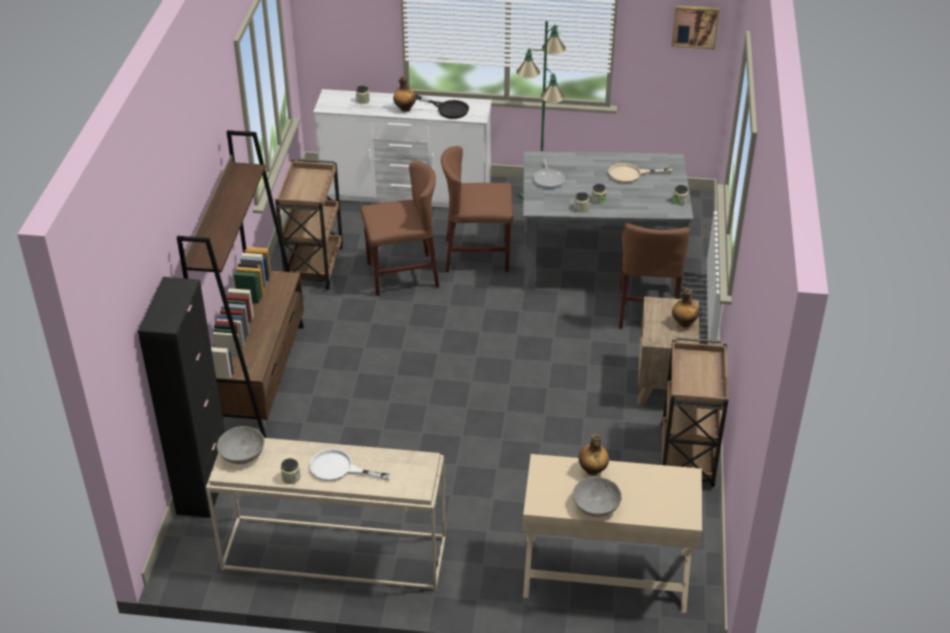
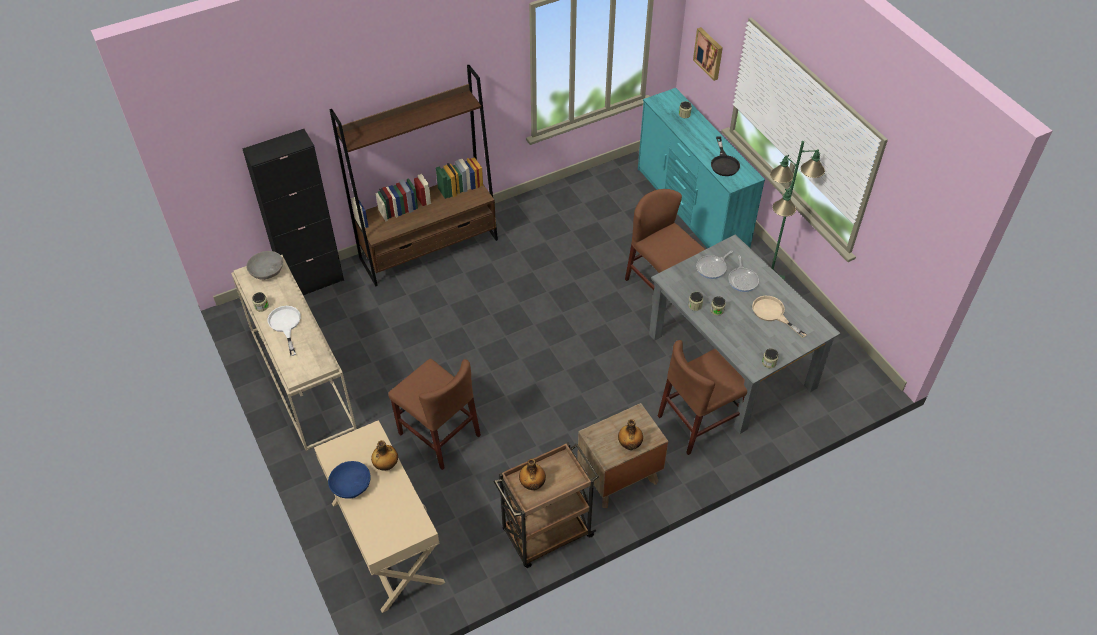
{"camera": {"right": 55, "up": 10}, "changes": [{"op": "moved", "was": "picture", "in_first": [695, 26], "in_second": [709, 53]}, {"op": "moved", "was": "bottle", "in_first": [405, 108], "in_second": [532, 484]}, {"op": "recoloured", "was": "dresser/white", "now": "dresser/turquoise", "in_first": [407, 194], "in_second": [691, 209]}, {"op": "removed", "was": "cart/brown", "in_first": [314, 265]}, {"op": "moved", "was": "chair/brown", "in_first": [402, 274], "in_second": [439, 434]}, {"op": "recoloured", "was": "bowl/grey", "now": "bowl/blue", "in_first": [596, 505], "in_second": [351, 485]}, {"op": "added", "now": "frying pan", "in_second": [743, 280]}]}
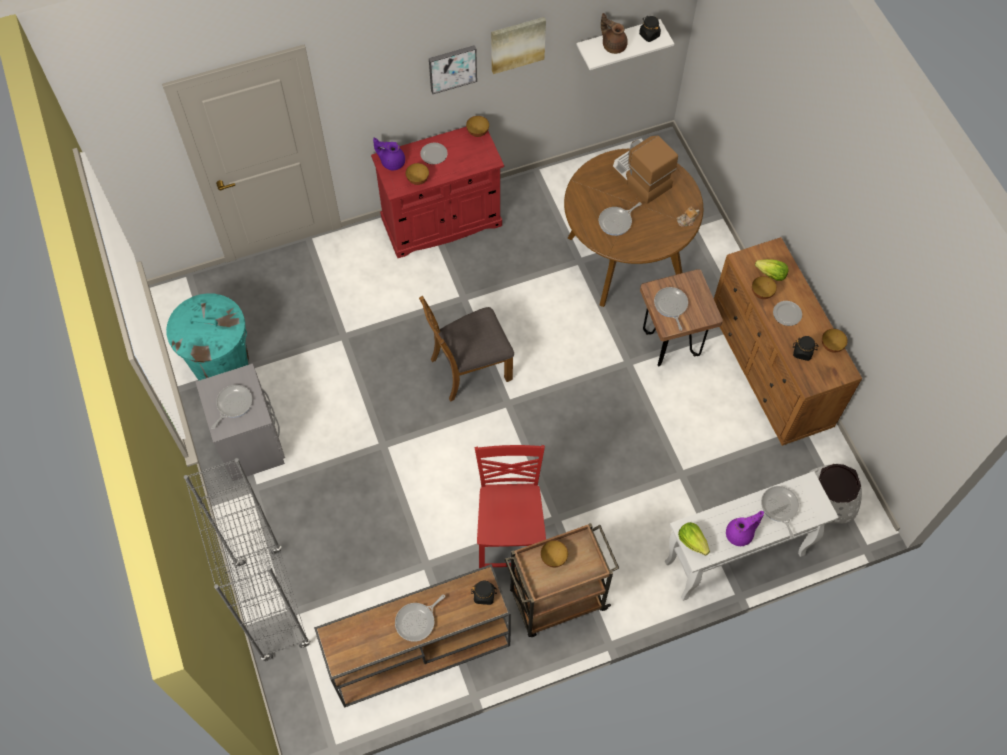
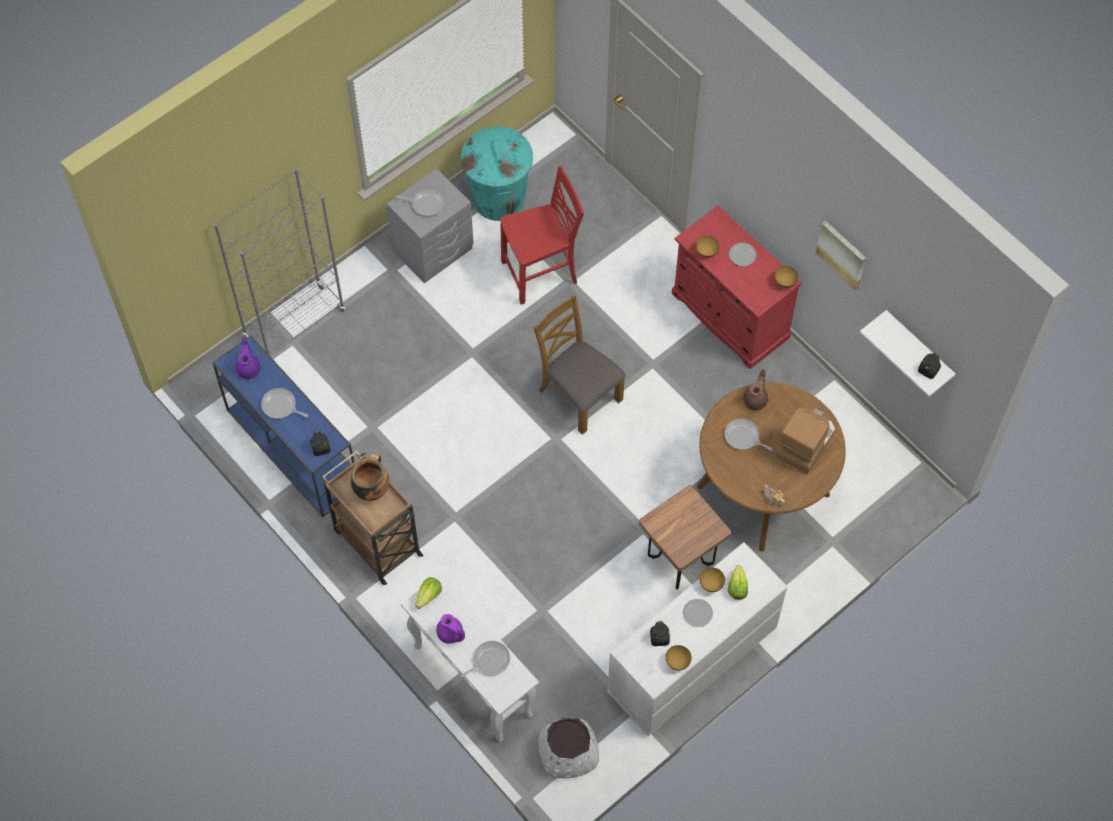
{"camera": {"right": 70, "up": 0}, "changes": [{"op": "moved", "was": "teapot/brown", "in_first": [613, 45], "in_second": [756, 399]}, {"op": "removed", "was": "picture", "in_first": [452, 68]}, {"op": "moved", "was": "teapot/purple", "in_first": [392, 162], "in_second": [249, 368]}, {"op": "recoloured", "was": "dresser/brown", "now": "dresser/white", "in_first": [770, 369], "in_second": [691, 661]}, {"op": "removed", "was": "frying pan", "in_first": [670, 306]}, {"op": "moved", "was": "chair/red", "in_first": [509, 540], "in_second": [541, 273]}, {"op": "replaced", "was": "bowl", "now": "cooking pot", "in_first": [553, 558], "in_second": [371, 489]}, {"op": "recoloured", "was": "console table/brown", "now": "console table/blue", "in_first": [418, 653], "in_second": [291, 448]}]}
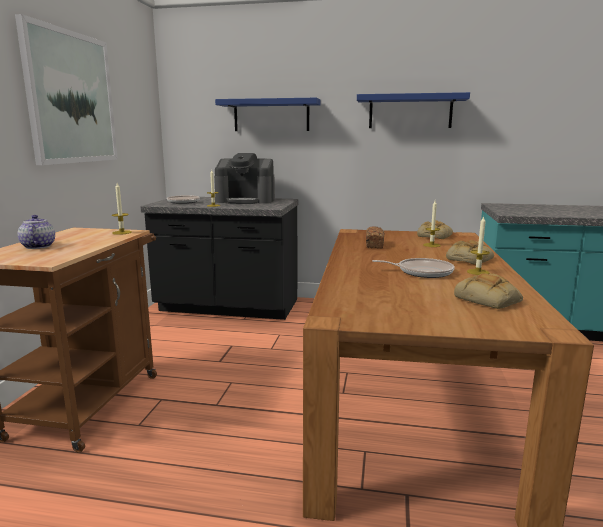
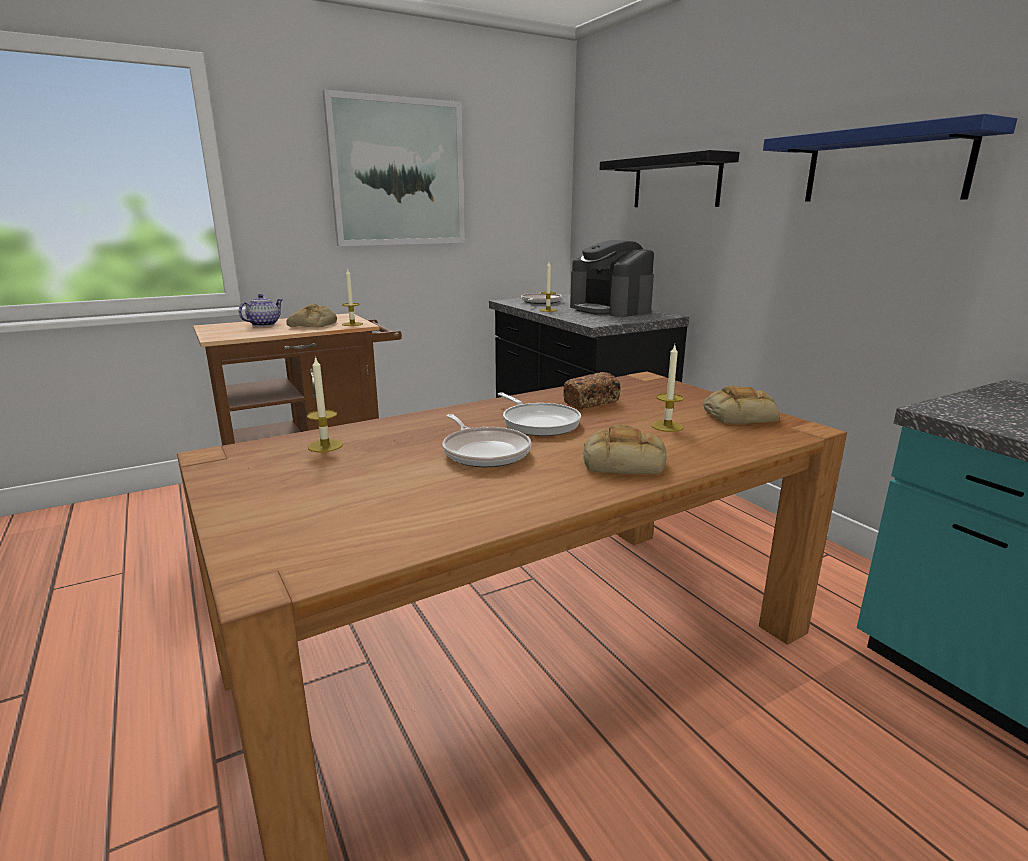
{"camera": {"right": 50, "up": 5}, "changes": [{"op": "recoloured", "was": "shelf/blue", "now": "shelf/black", "in_first": [271, 115], "in_second": [676, 182]}, {"op": "moved", "was": "candle", "in_first": [478, 272], "in_second": [325, 446]}, {"op": "moved", "was": "bread", "in_first": [489, 299], "in_second": [313, 325]}, {"op": "added", "now": "frying pan", "in_second": [538, 423]}]}
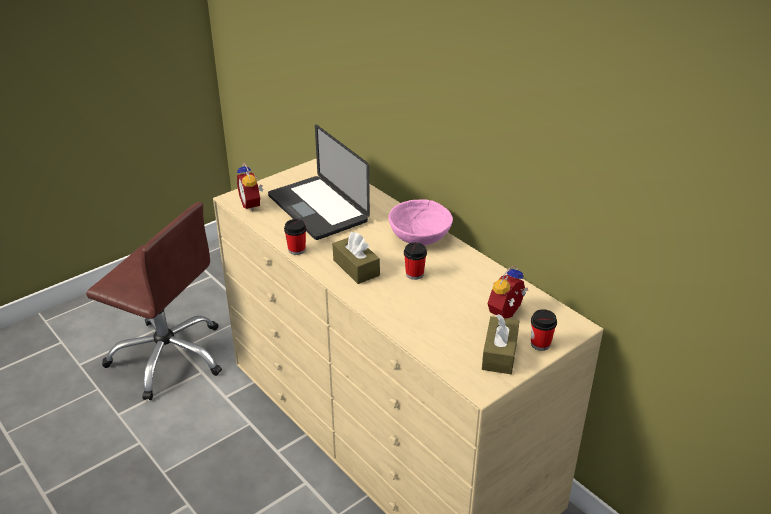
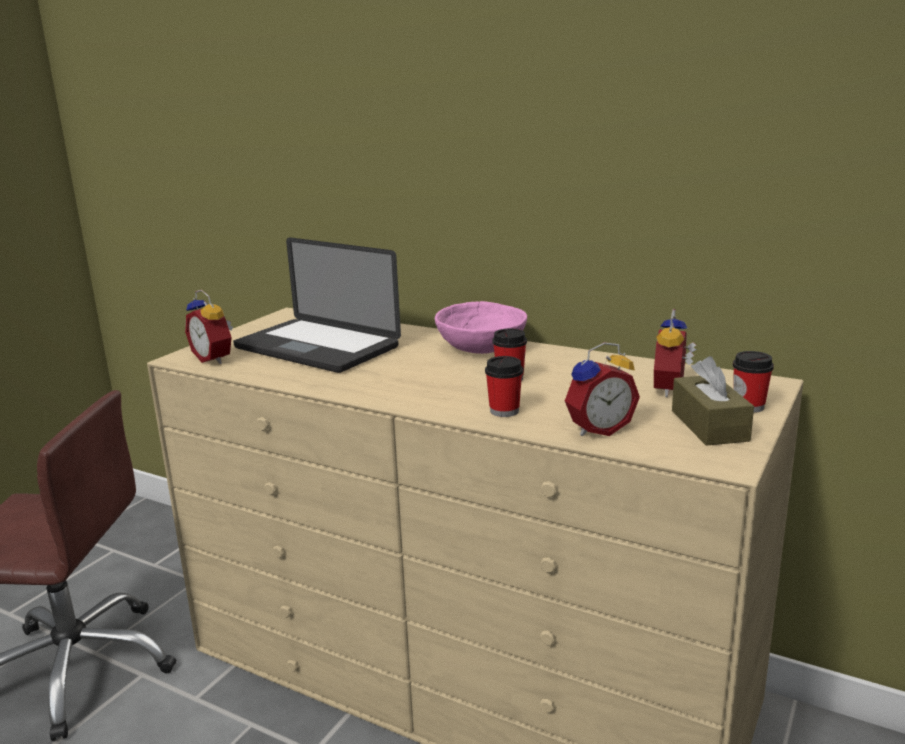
{"camera": {"right": -20, "up": -15}, "changes": [{"op": "moved", "was": "cup", "in_first": [296, 250], "in_second": [504, 411]}, {"op": "removed", "was": "tissue box/brown", "in_first": [356, 267]}, {"op": "added", "now": "alarm clock", "in_second": [598, 429]}]}
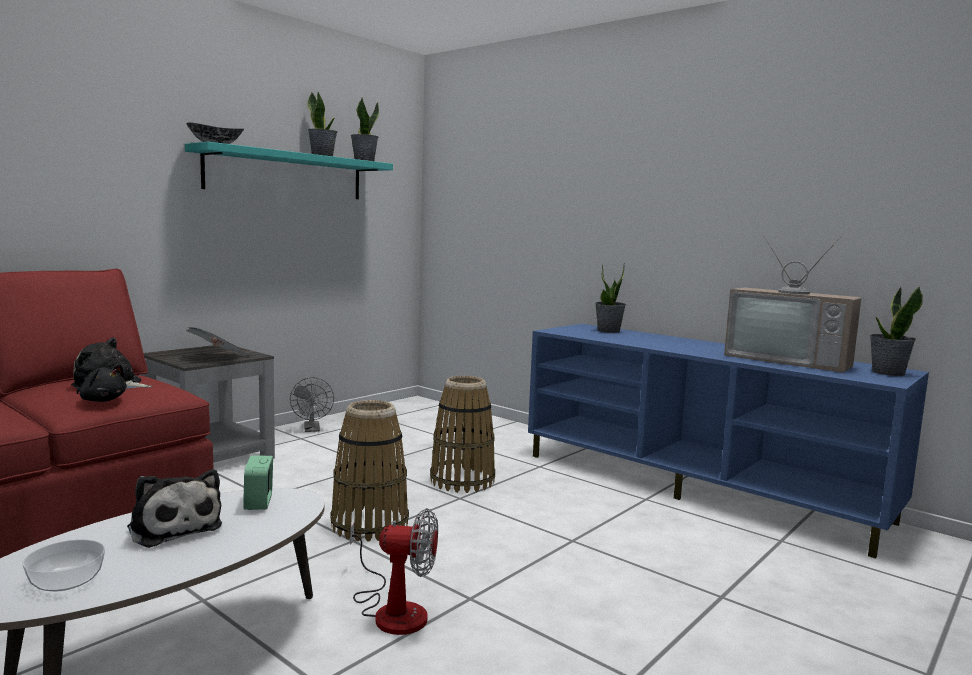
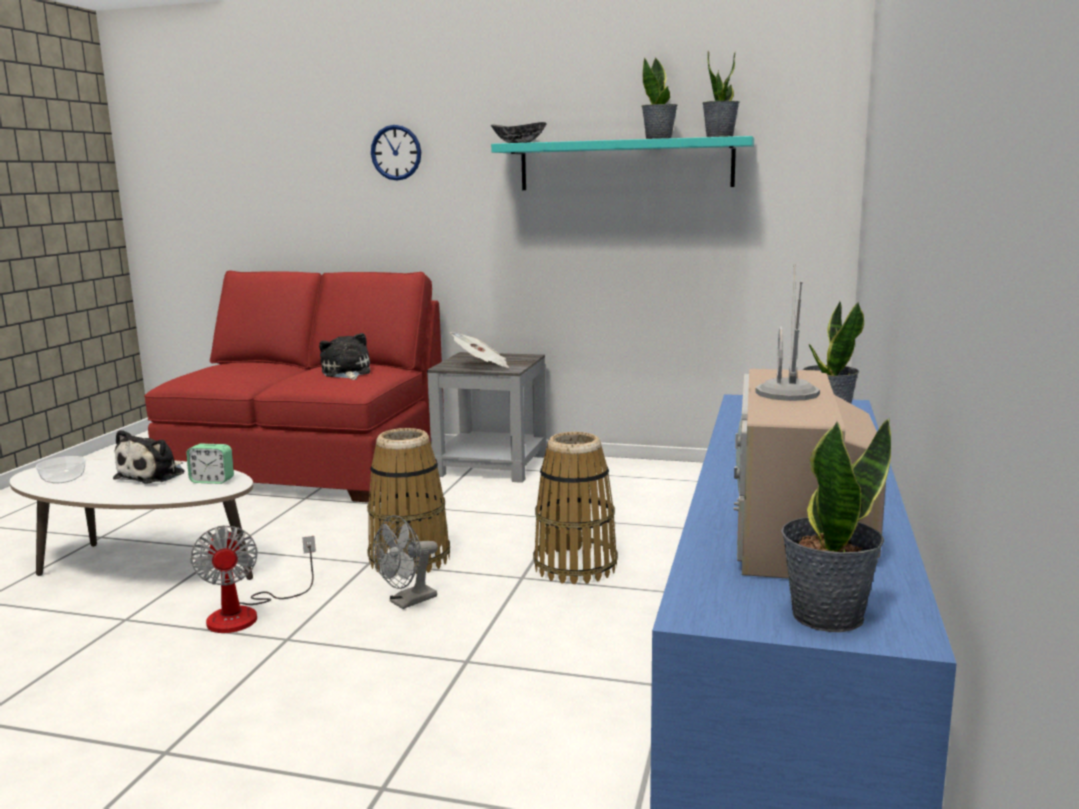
{"camera": {"right": 65, "up": 5}, "changes": [{"op": "removed", "was": "plush toy/black", "in_first": [102, 400]}, {"op": "moved", "was": "fan/grey", "in_first": [312, 429], "in_second": [407, 602]}, {"op": "turned", "was": "alarm clock", "in_first": [259, 503], "in_second": [212, 480], "clockwise": -135}, {"op": "added", "now": "wall clock", "in_second": [396, 152]}]}
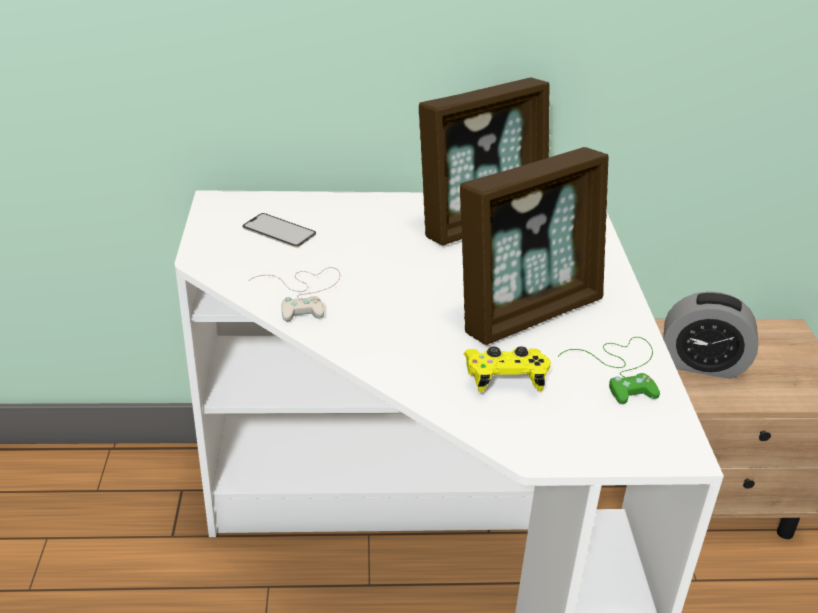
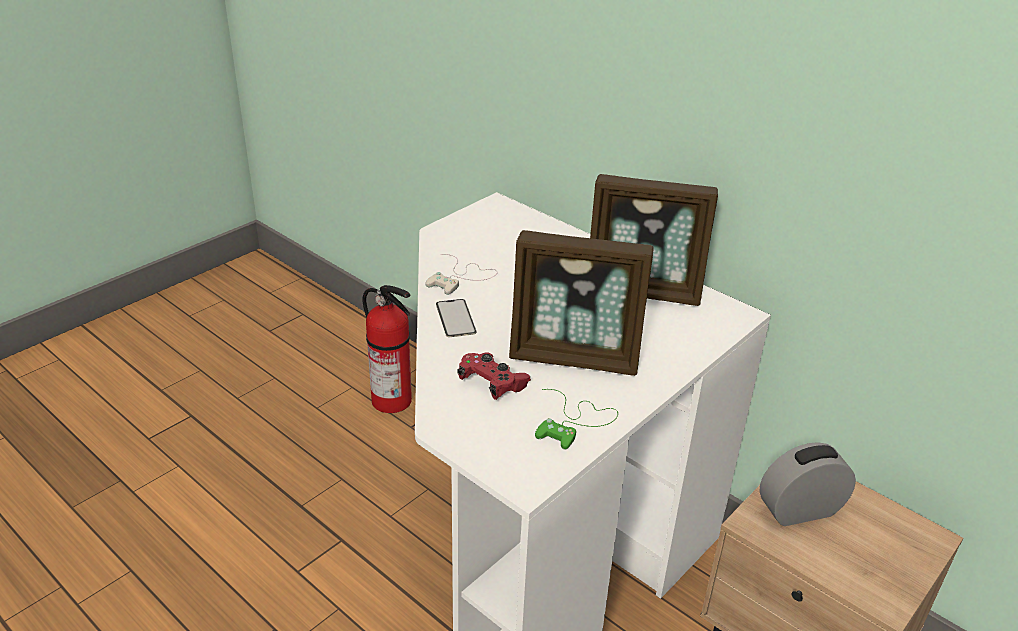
{"camera": {"right": 45, "up": 0}, "changes": [{"op": "moved", "was": "phone", "in_first": [279, 231], "in_second": [455, 318]}, {"op": "turned", "was": "alarm clock", "in_first": [702, 364], "in_second": [800, 510], "clockwise": 105}, {"op": "recoloured", "was": "game controller/yellow", "now": "game controller/red", "in_first": [505, 379], "in_second": [492, 383]}, {"op": "added", "now": "fire extinguisher", "in_second": [393, 400]}]}
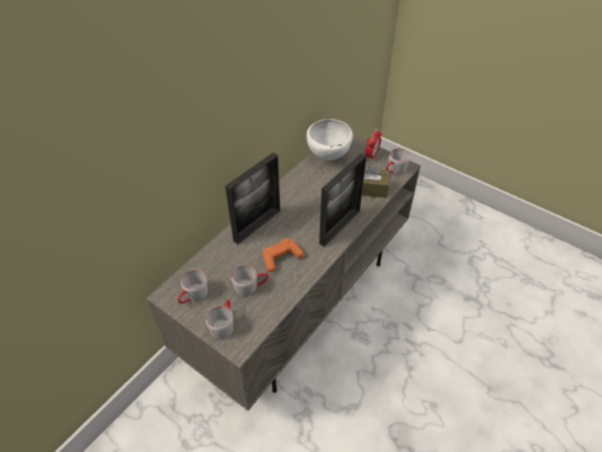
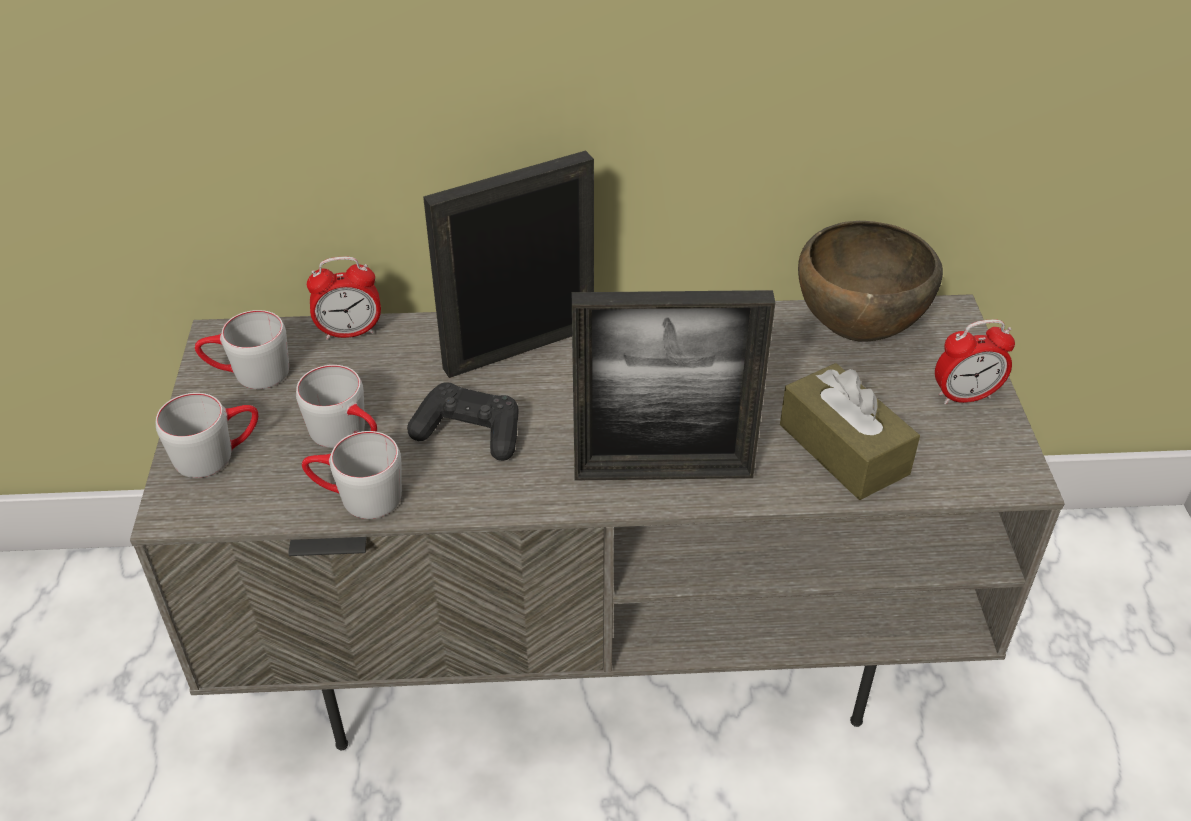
{"camera": {"right": 50, "up": -5}, "changes": [{"op": "recoloured", "was": "bowl/white", "now": "bowl/brown", "in_first": [328, 157], "in_second": [856, 332]}, {"op": "moved", "was": "mug/grey", "in_first": [394, 171], "in_second": [357, 497]}, {"op": "turned", "was": "picture frame", "in_first": [257, 225], "in_second": [519, 348], "clockwise": 150}, {"op": "recoloured", "was": "game controller/orange", "now": "game controller/black", "in_first": [281, 258], "in_second": [469, 433]}, {"op": "added", "now": "alarm clock", "in_second": [350, 332]}]}
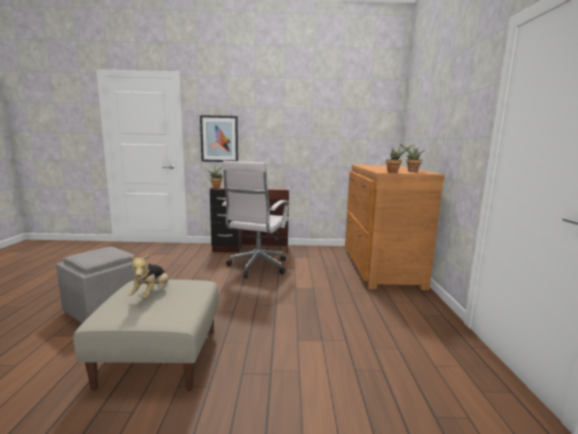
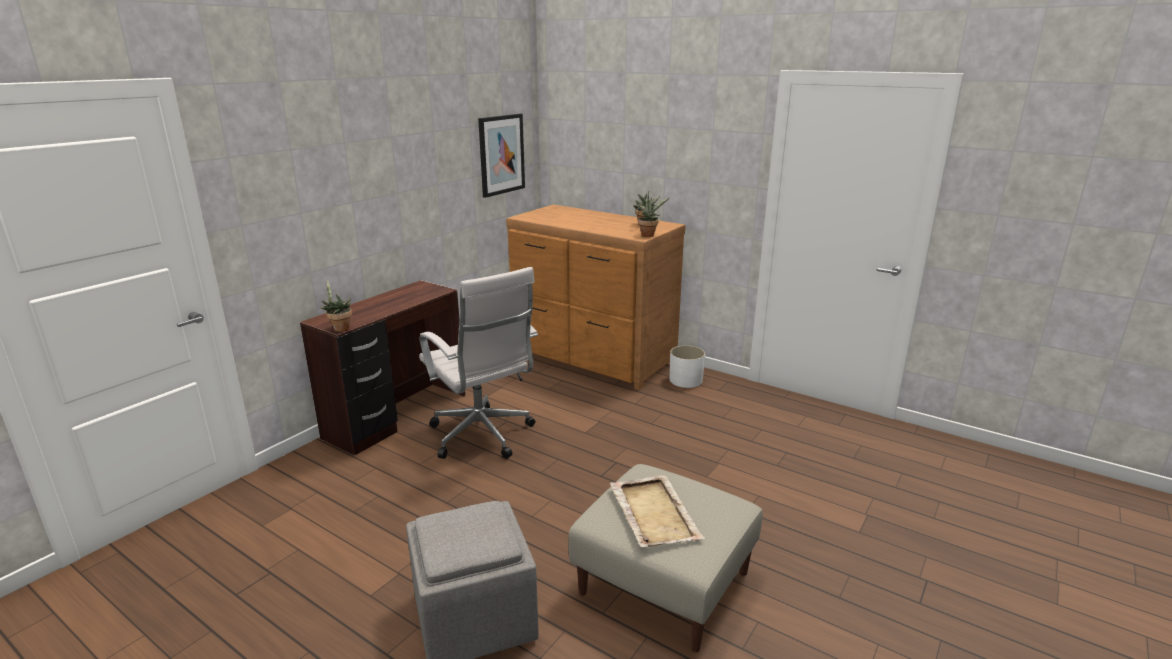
{"camera": {"right": -55, "up": 10}, "changes": [{"op": "moved", "was": "picture", "in_first": [219, 139], "in_second": [501, 154]}, {"op": "replaced", "was": "plush toy", "now": "tray/beige", "in_first": [151, 294], "in_second": [653, 512]}, {"op": "added", "now": "planter/white", "in_second": [686, 380]}]}
